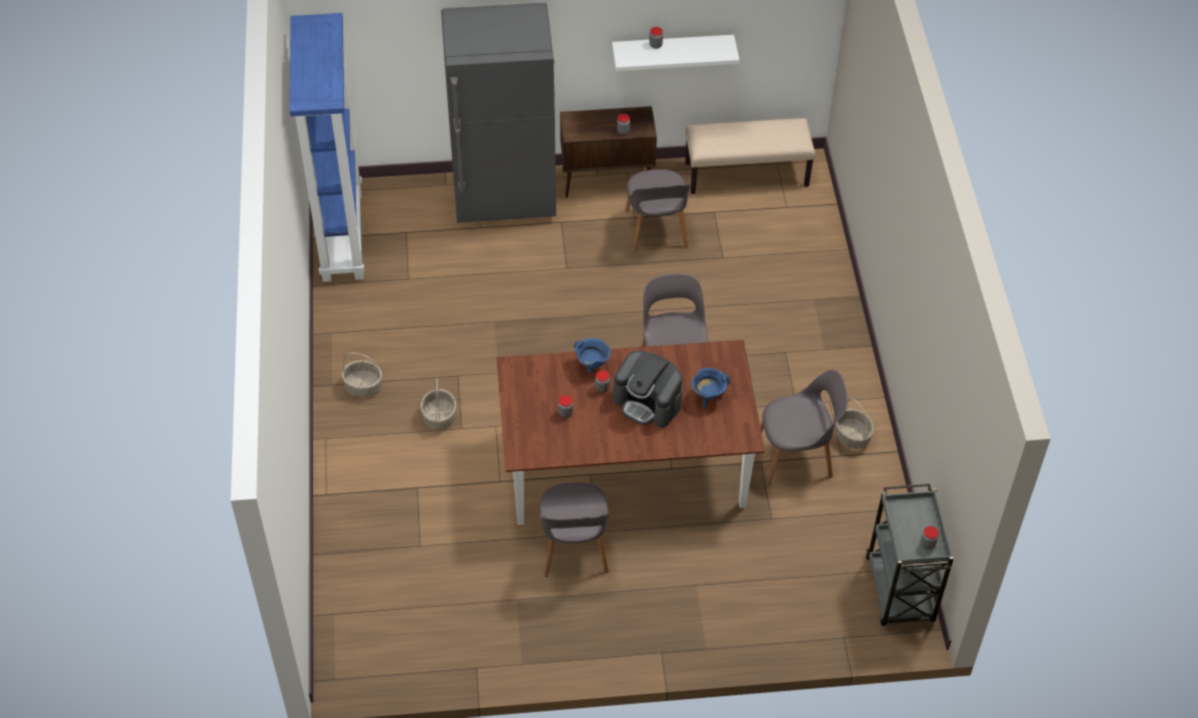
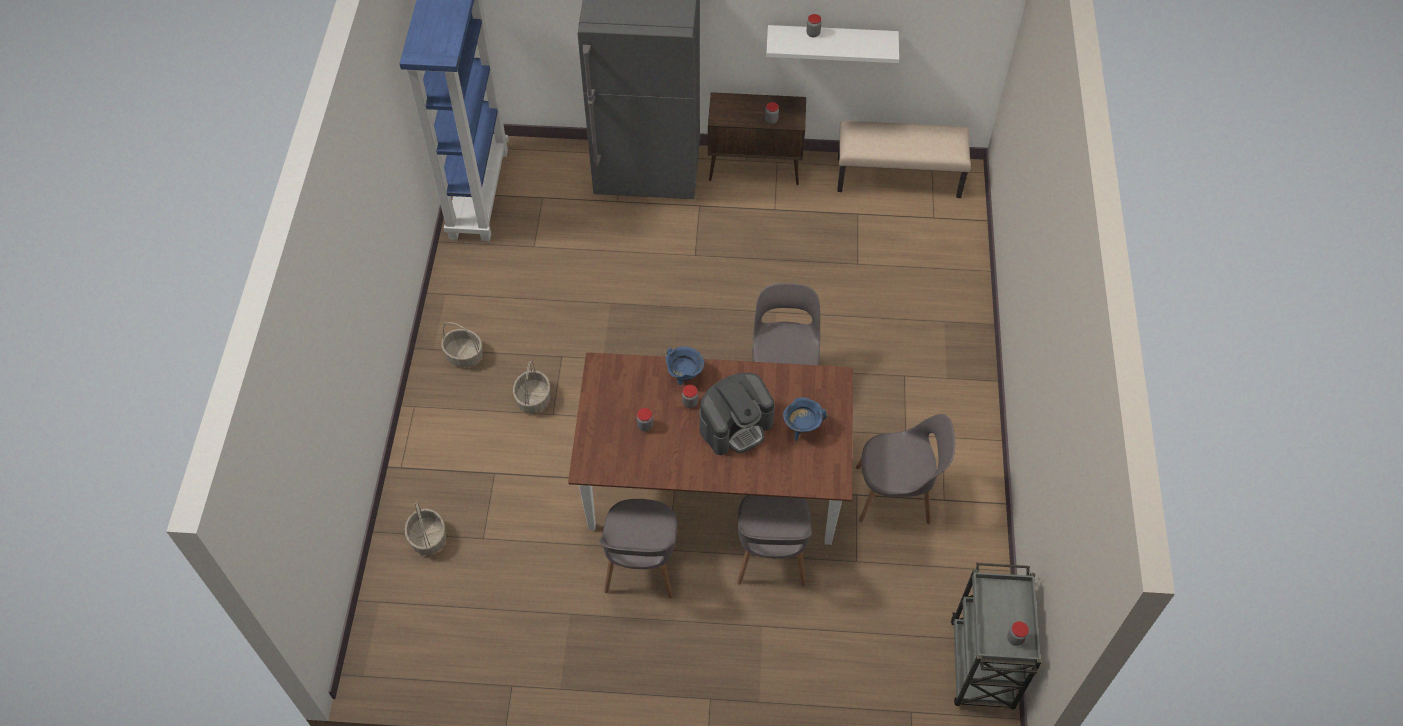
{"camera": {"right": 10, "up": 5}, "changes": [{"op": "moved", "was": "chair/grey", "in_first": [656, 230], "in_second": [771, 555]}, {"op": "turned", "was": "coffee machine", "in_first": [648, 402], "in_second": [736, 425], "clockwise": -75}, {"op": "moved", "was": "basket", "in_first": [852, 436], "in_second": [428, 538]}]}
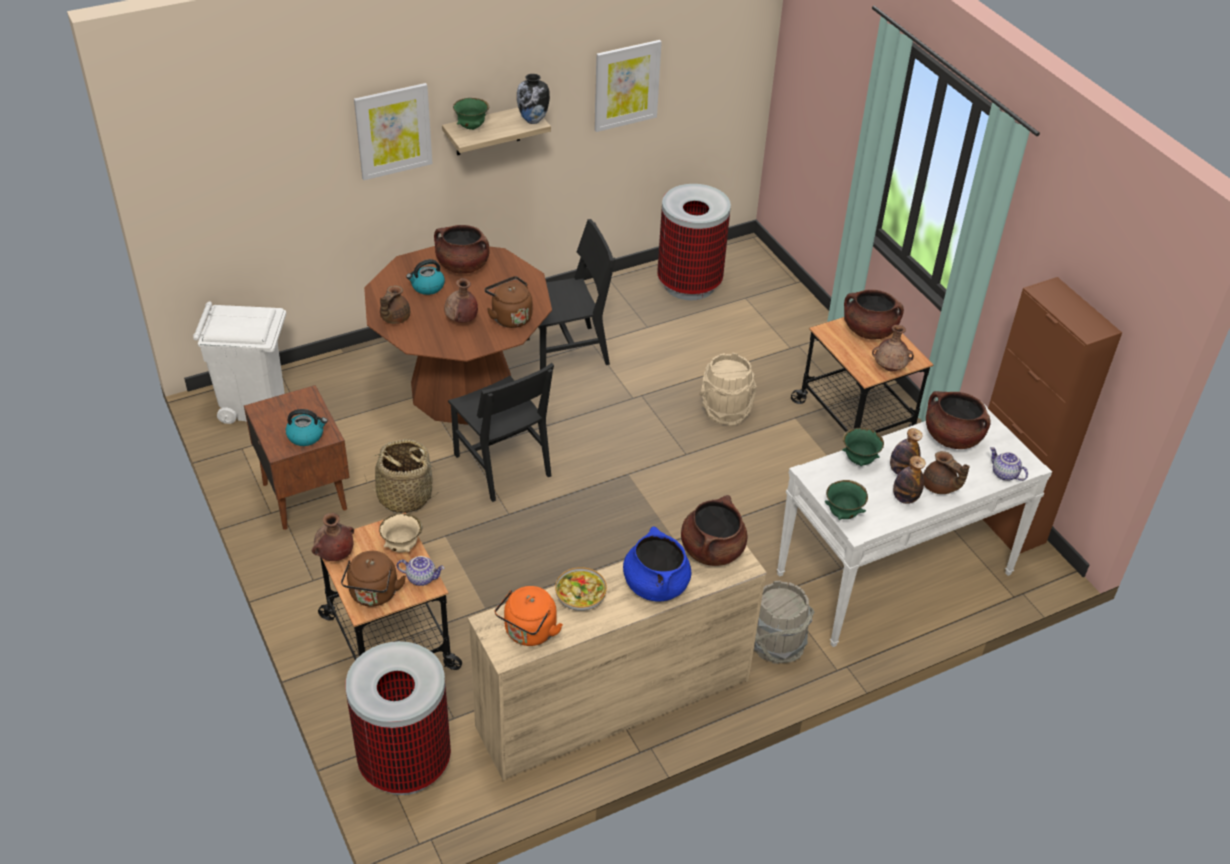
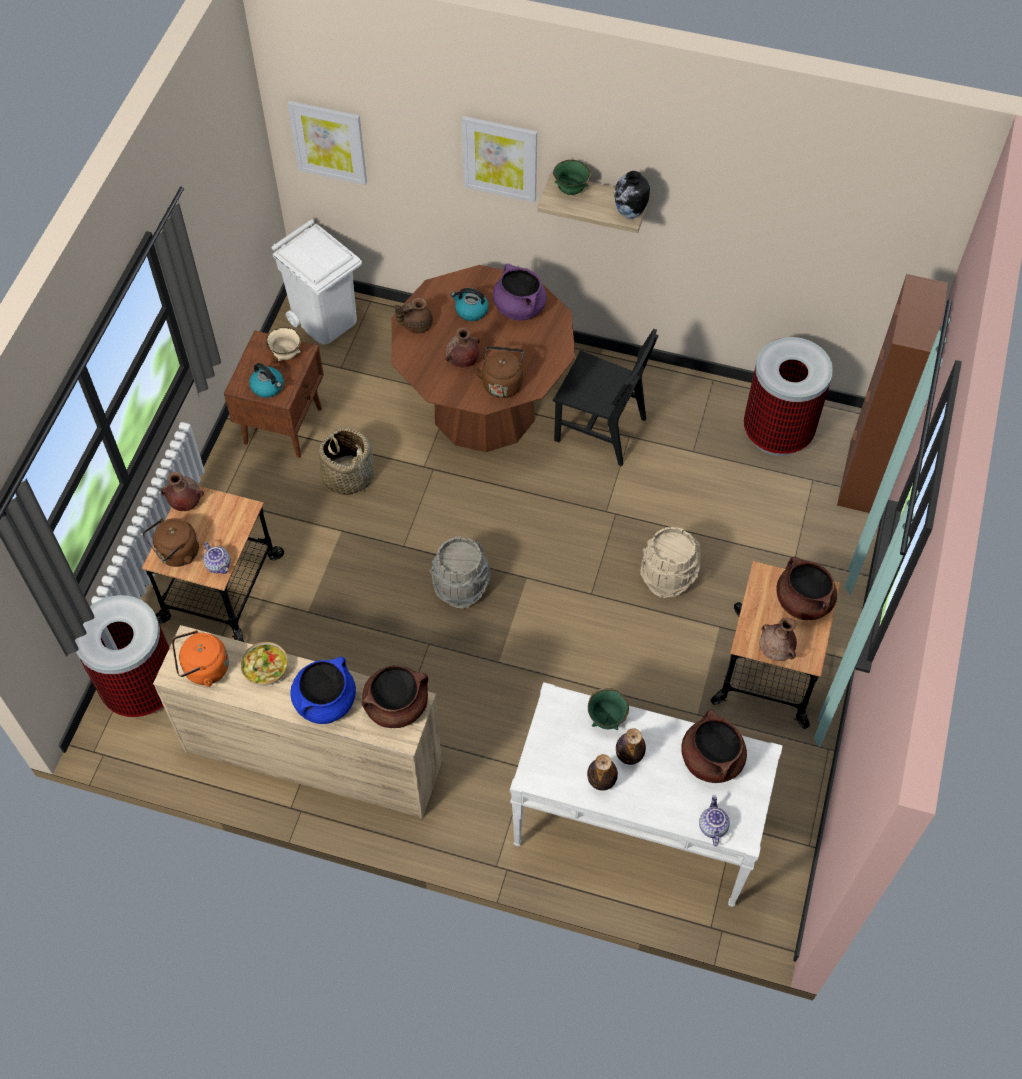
{"camera": {"right": 45, "up": 15}, "changes": [{"op": "moved", "was": "picture", "in_first": [626, 85], "in_second": [328, 142]}, {"op": "recoloured", "was": "cooking pot/brown", "now": "cooking pot/purple", "in_first": [462, 266], "in_second": [519, 307]}, {"op": "moved", "was": "cabinet/brown", "in_first": [1003, 520], "in_second": [861, 477]}, {"op": "removed", "was": "chair/black", "in_first": [502, 465]}, {"op": "removed", "was": "teapot/brown", "in_first": [939, 487]}, {"op": "removed", "was": "bowl/green", "in_first": [843, 514]}, {"op": "moved", "was": "bowl/beige", "in_first": [402, 547], "in_second": [286, 355]}, {"op": "moved", "was": "bucket/grey", "in_first": [776, 644], "in_second": [461, 588]}]}
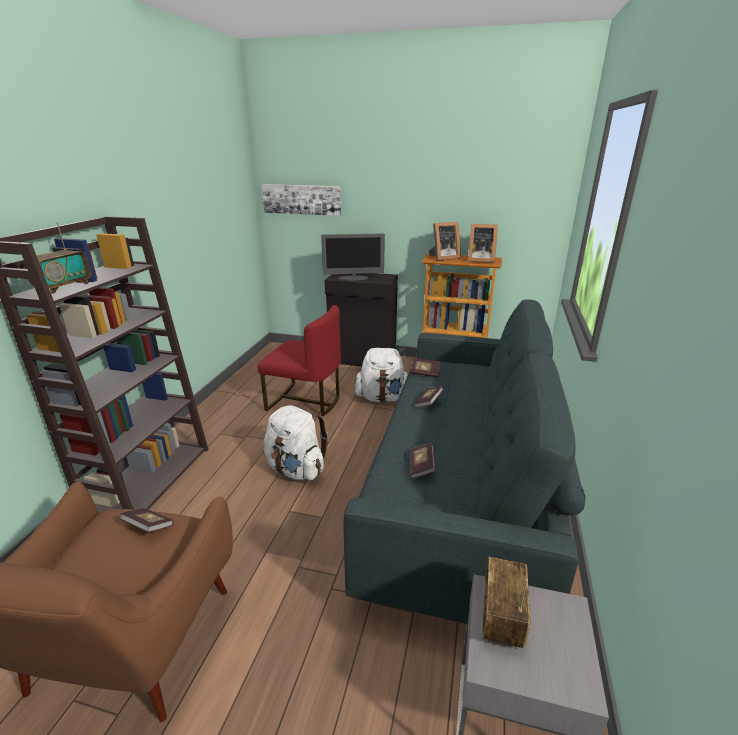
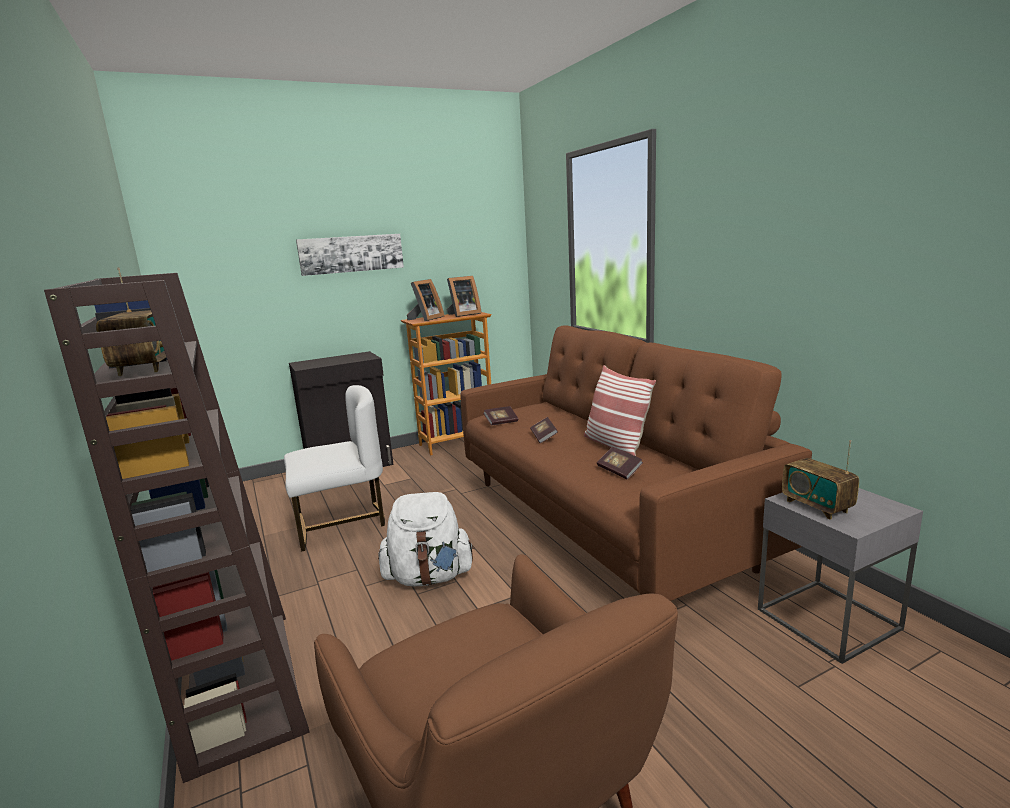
{"camera": {"right": -40, "up": -10}, "changes": [{"op": "moved", "was": "picture", "in_first": [302, 199], "in_second": [351, 254]}, {"op": "removed", "was": "monitor", "in_first": [353, 278]}, {"op": "recoloured", "was": "sofa/grey", "now": "sofa/brown", "in_first": [460, 495], "in_second": [601, 519]}, {"op": "recoloured", "was": "chair/red", "now": "chair/white", "in_first": [305, 401], "in_second": [341, 523]}, {"op": "removed", "was": "backpack/white", "in_first": [382, 398]}, {"op": "removed", "was": "book", "in_first": [148, 527]}, {"op": "added", "now": "pillow", "in_second": [615, 445]}]}
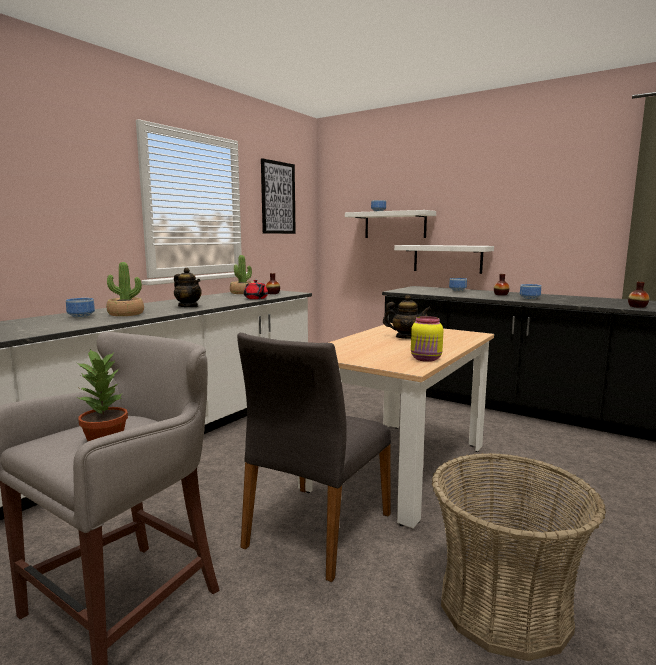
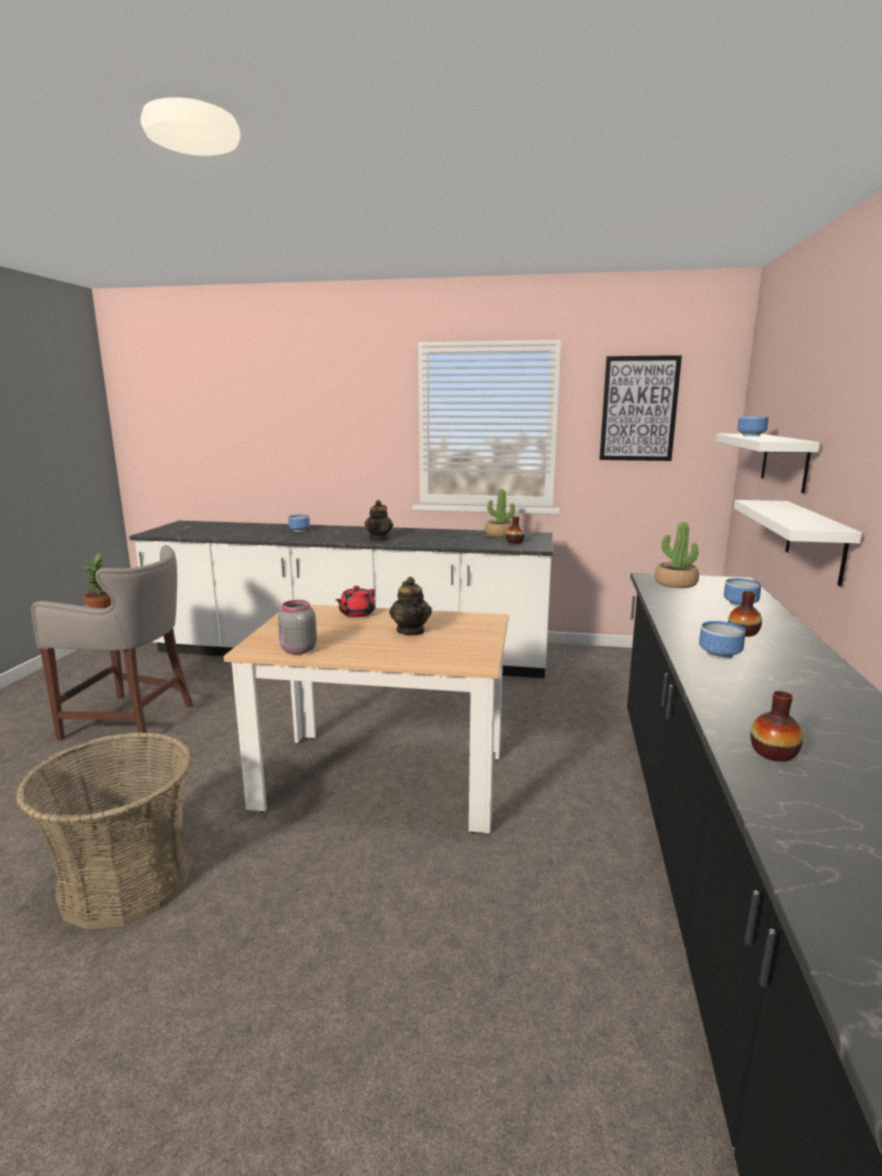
{"camera": {"right": 65, "up": 5}, "changes": [{"op": "moved", "was": "potted plant", "in_first": [126, 314], "in_second": [675, 583]}, {"op": "moved", "was": "teapot/red", "in_first": [256, 298], "in_second": [356, 614]}, {"op": "recoloured", "was": "jar/yellow", "now": "jar/grey", "in_first": [426, 359], "in_second": [298, 650]}, {"op": "removed", "was": "chair/grey", "in_first": [316, 530]}]}
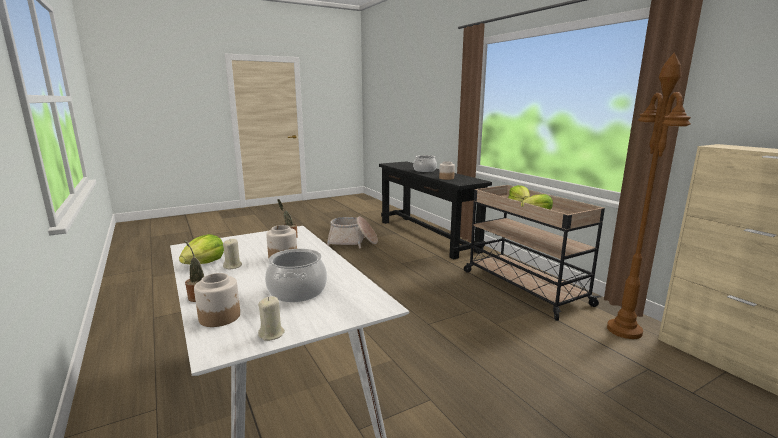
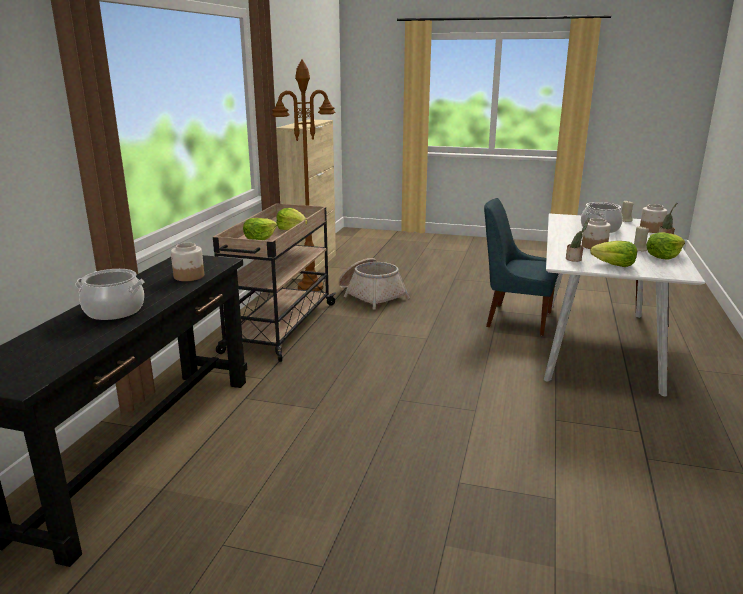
{"camera": {"right": -135, "up": 5}, "changes": [{"op": "moved", "was": "basket", "in_first": [352, 242], "in_second": [371, 295]}, {"op": "added", "now": "chair/blue", "in_second": [515, 319]}, {"op": "added", "now": "lettuce", "in_second": [614, 265]}]}
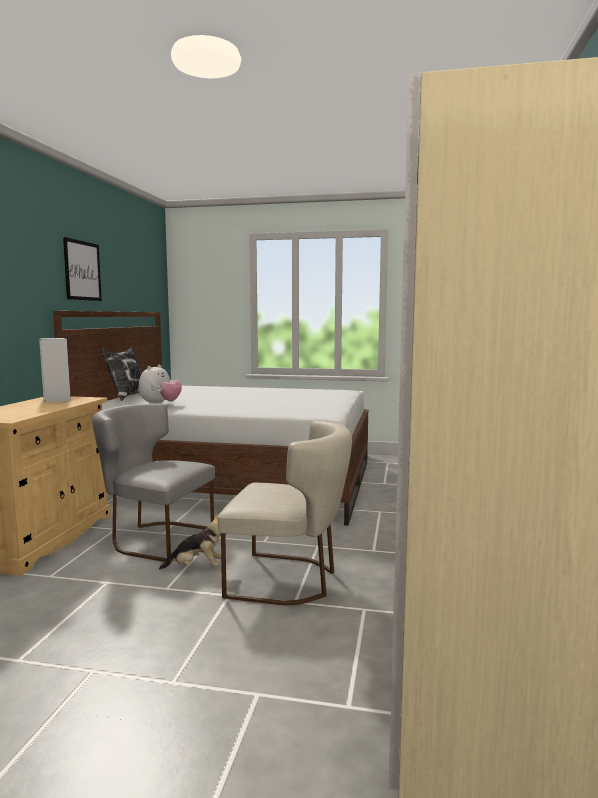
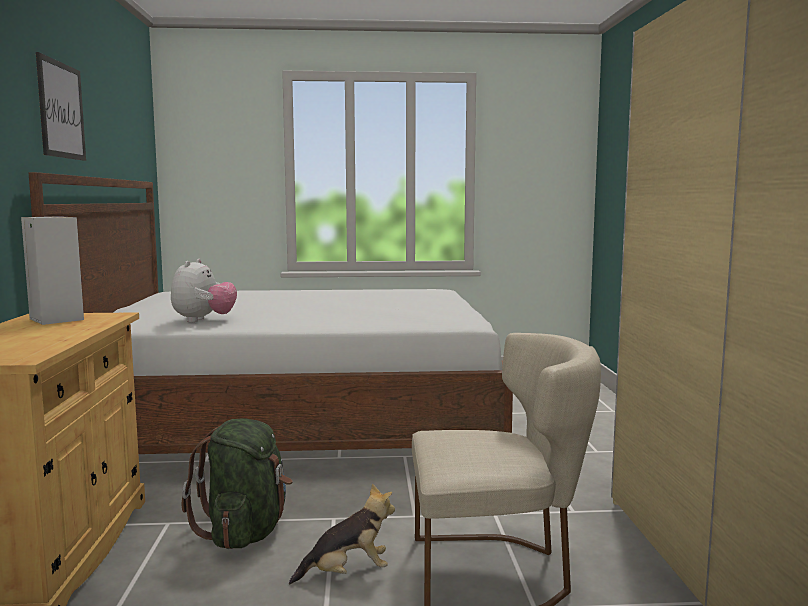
{"camera": {"right": -15, "up": 0}, "changes": [{"op": "removed", "was": "pillow", "in_first": [126, 397]}, {"op": "replaced", "was": "chair/grey", "now": "backpack/green", "in_first": [154, 539], "in_second": [245, 532]}]}
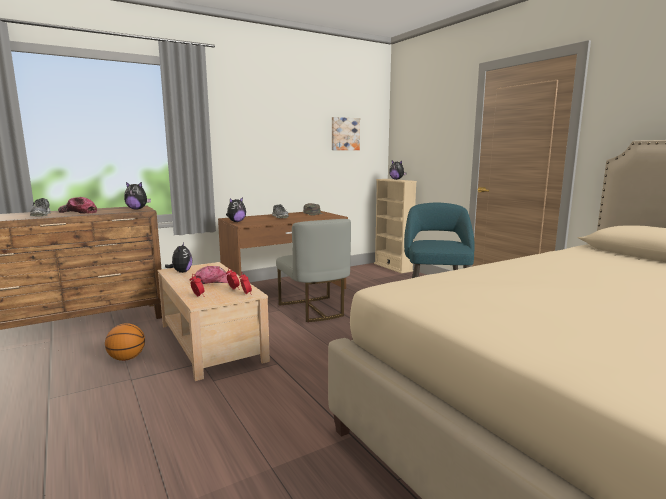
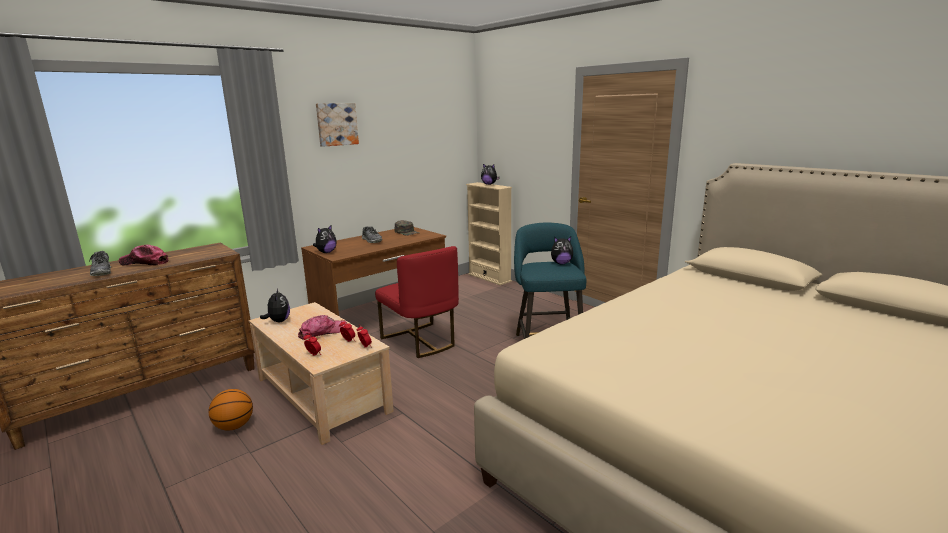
{"camera": {"right": -10, "up": 5}, "changes": [{"op": "moved", "was": "picture", "in_first": [344, 134], "in_second": [336, 124]}, {"op": "moved", "was": "plush toy", "in_first": [137, 209], "in_second": [561, 263]}, {"op": "recoloured", "was": "chair/grey", "now": "chair/red", "in_first": [314, 309], "in_second": [421, 341]}]}
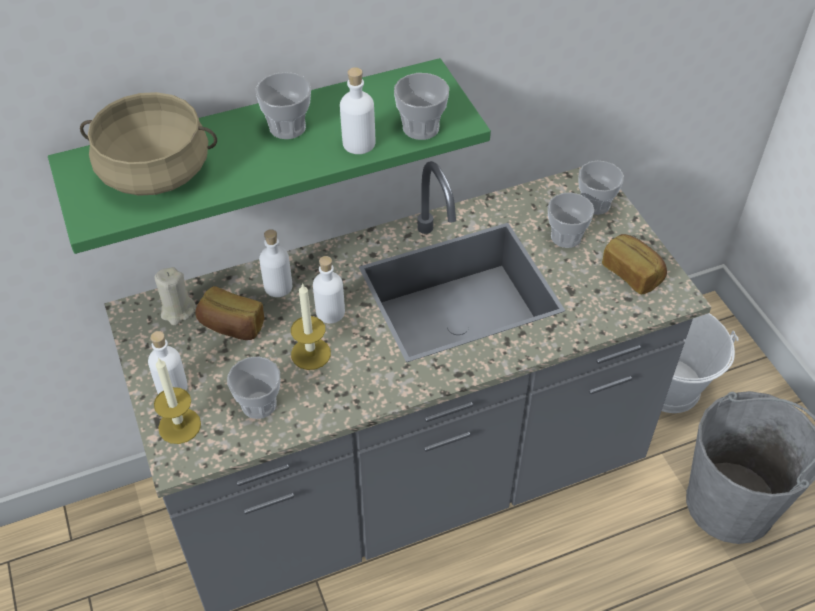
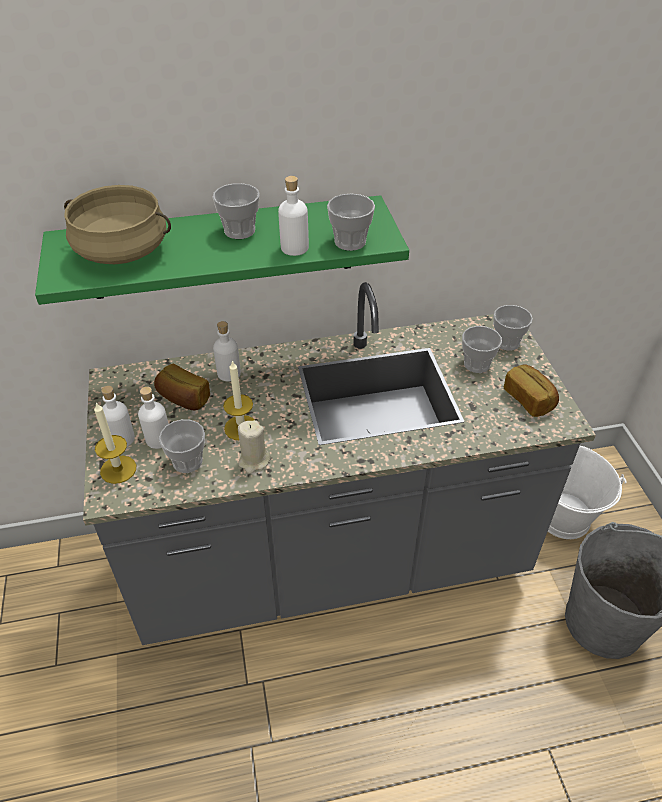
{"camera": {"right": 10, "up": -5}, "changes": [{"op": "moved", "was": "bottle/white", "in_first": [330, 312], "in_second": [158, 439]}, {"op": "moved", "was": "candle/beige", "in_first": [177, 311], "in_second": [254, 461]}]}
